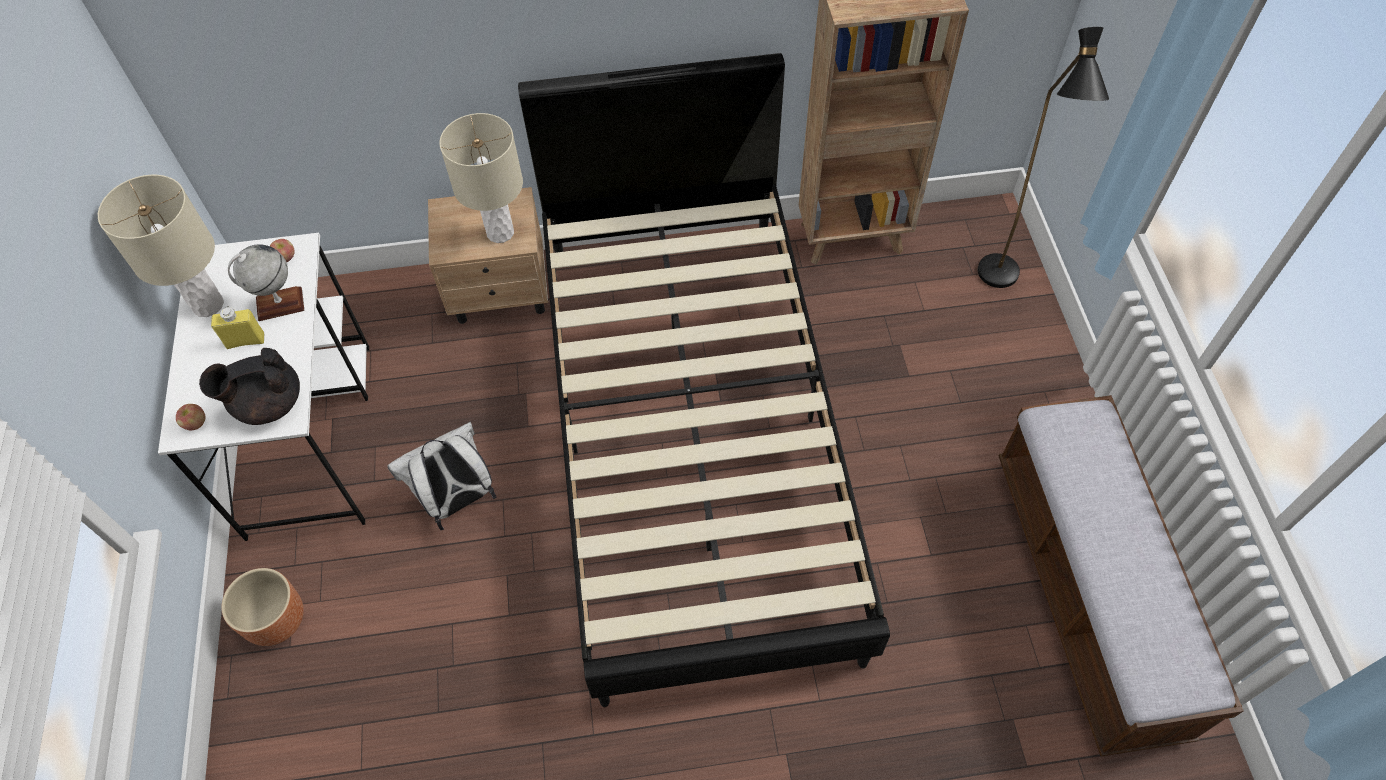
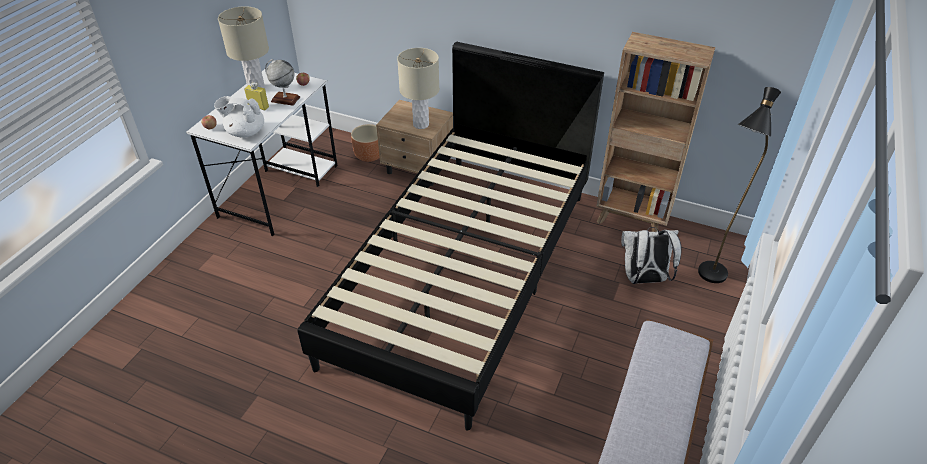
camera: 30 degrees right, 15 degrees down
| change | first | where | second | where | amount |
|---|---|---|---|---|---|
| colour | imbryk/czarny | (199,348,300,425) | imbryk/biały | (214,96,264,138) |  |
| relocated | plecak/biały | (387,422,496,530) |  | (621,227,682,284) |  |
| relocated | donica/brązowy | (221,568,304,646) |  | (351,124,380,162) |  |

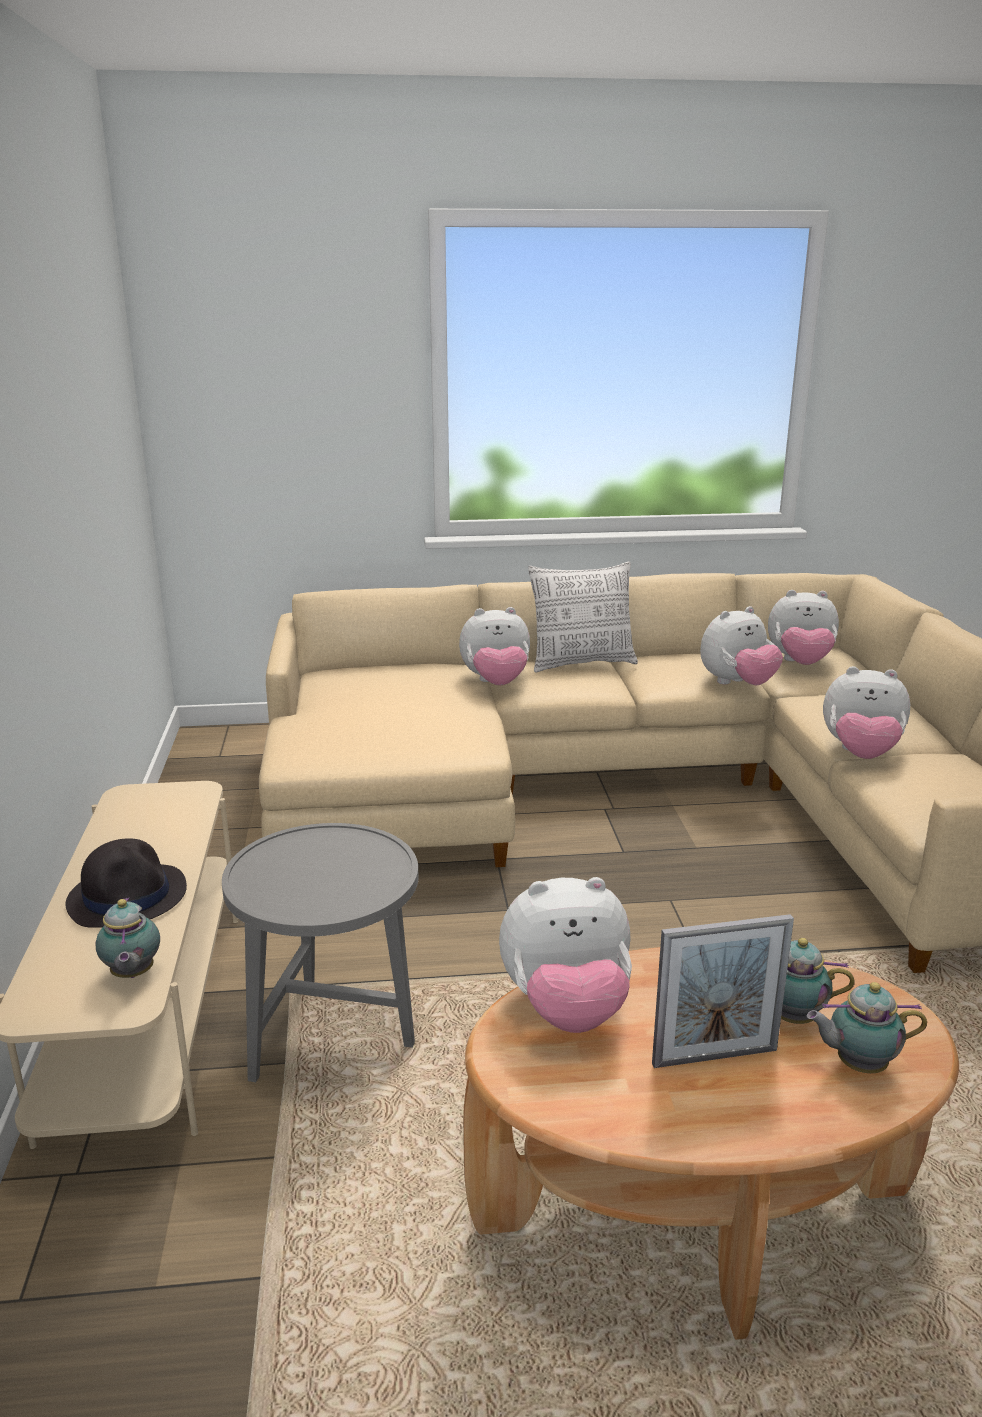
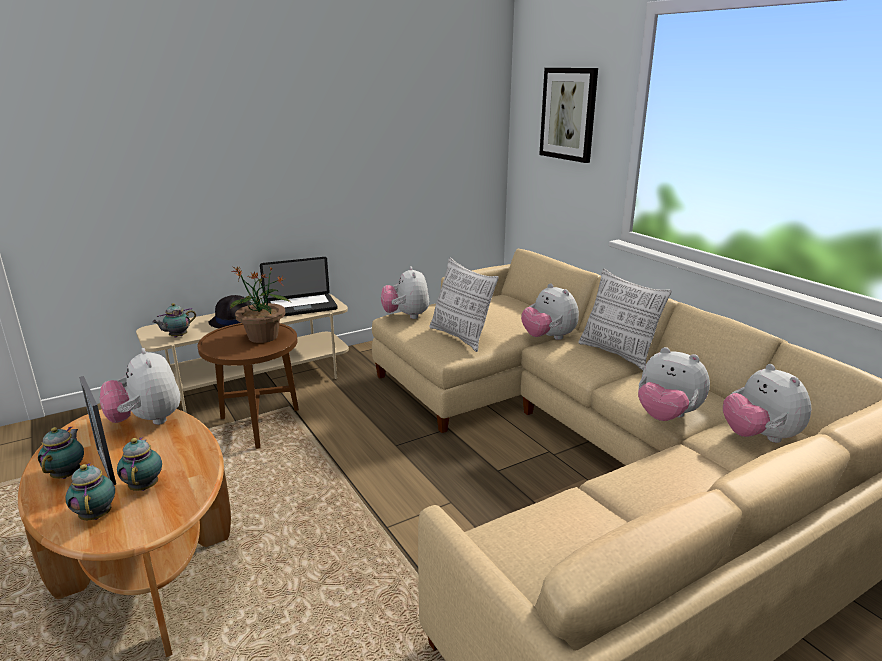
camera: 65 degrees right, 0 degrees up
| change | first | where | second | where | amount |
|---|---|---|---|---|---|
| relocated | pluszak | (823,666,910,759) |  | (381,266,429,319) |  |
| colour | stolik/szary | (222,823,419,1082) | stolik/brązowy | (198,323,299,449) |  |
| appeared |  |  | obraz | (539,68,598,163) |  |
| appeared |  |  | laptop | (260,257,338,316) |  |
| appeared |  |  | poduszka | (429,258,499,352) |  |
| appeared |  |  | roślina doniczkowa | (230,266,291,343) |  |
| appeared |  |  | imbryk | (38,427,84,479) |  |

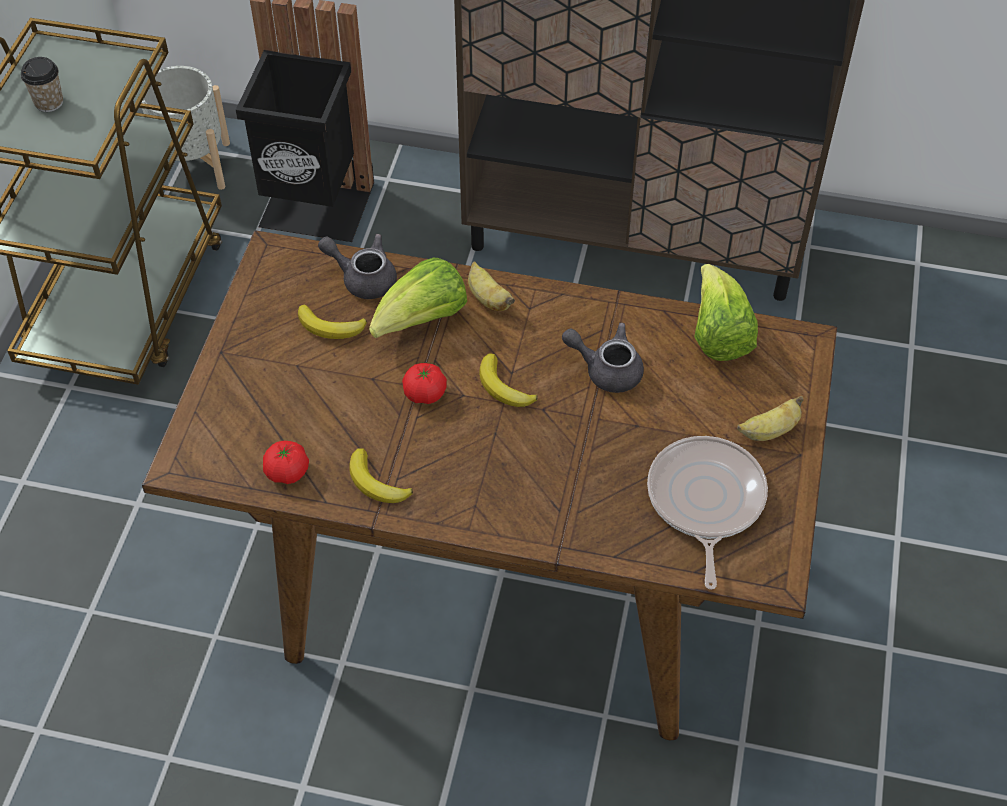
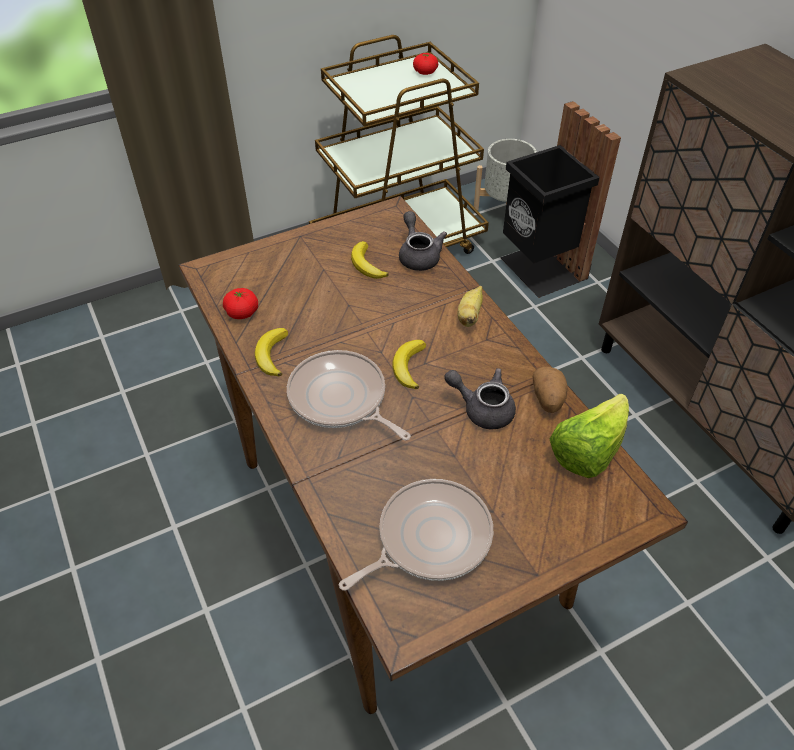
camera: 50 degrees right, 5 degrees down
| change | first | where | second | where | amount |
|---|---|---|---|---|---|
| missing | filiżanka | (21,57,63,112) |  |  |  |
| missing | sałata | (369,258,467,338) |  |  |  |
| spun | imbryk/szary | (562,323,644,393) |  | (445,368,516,429) | 45 degrees counterclockwise |
| relocated | pomidor | (402,363,447,404) |  | (413,53,438,75) |  |
| missing | banan | (737,396,803,441) |  |  |  |
| appeared |  |  | patelnia | (287,350,411,440) |  |
| appeared |  |  | ziemniak | (533,367,568,413) |  |

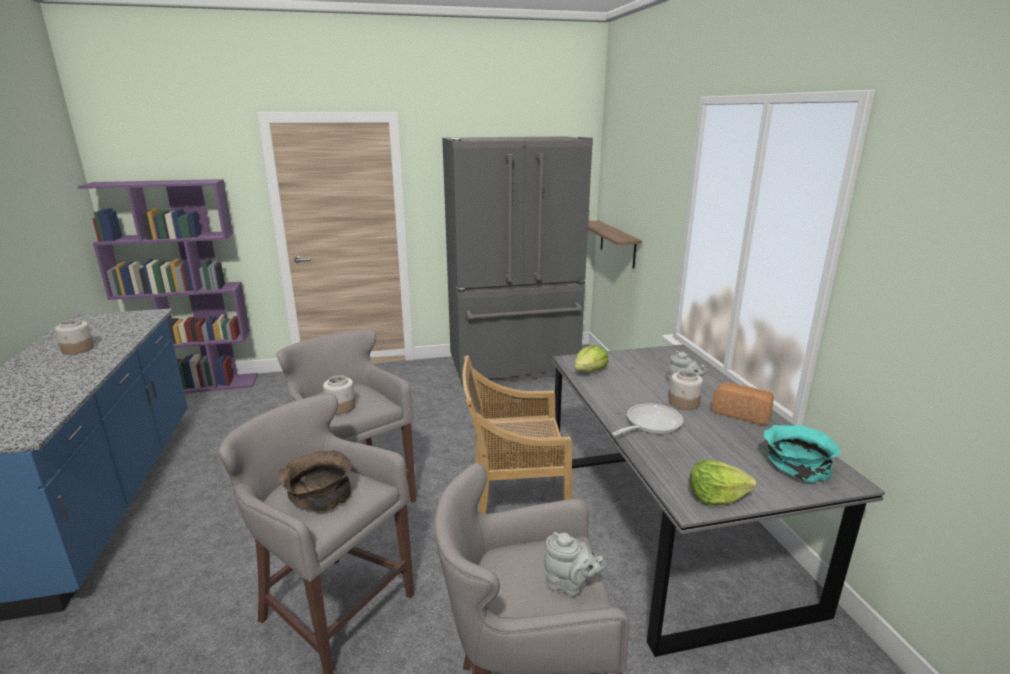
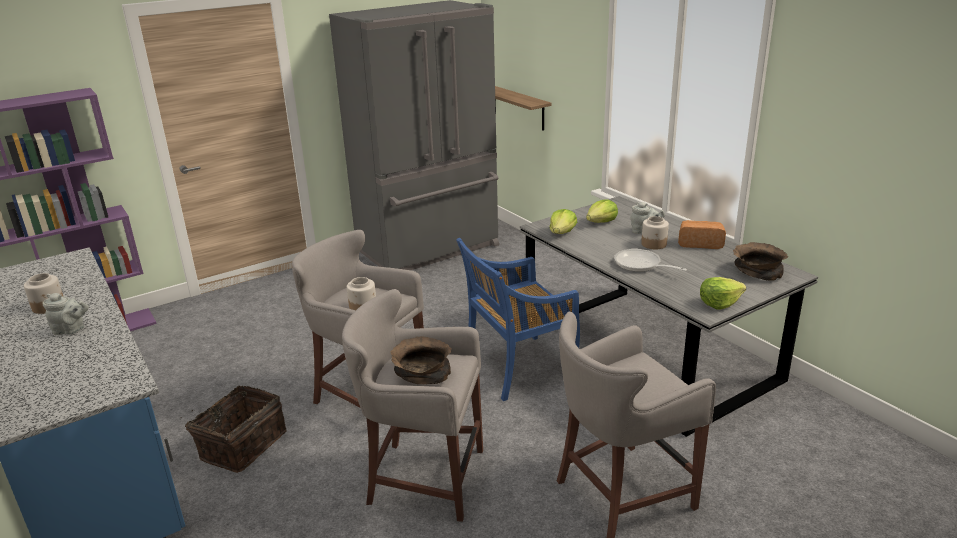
camera: 20 degrees left, 5 degrees up
| change | first | where | second | where | amount |
|---|---|---|---|---|---|
| colour | krzesło/beżowy | (463,355,573,514) | krzesło/niebieski | (456,238,580,401) |  |
| spun | patelnia | (612,403,683,436) |  | (614,249,687,272) | 75 degrees counterclockwise |
| colour | miska/turkusowy | (763,425,841,483) | miska/brązowy | (733,242,788,281) |  |
| relocated | imbryk/szary | (543,532,607,596) |  | (43,293,89,335) |  |
| appeared |  |  | sałata | (586,200,618,223) |  |
| appeared |  |  | koszyk | (180,386,287,473) |  |

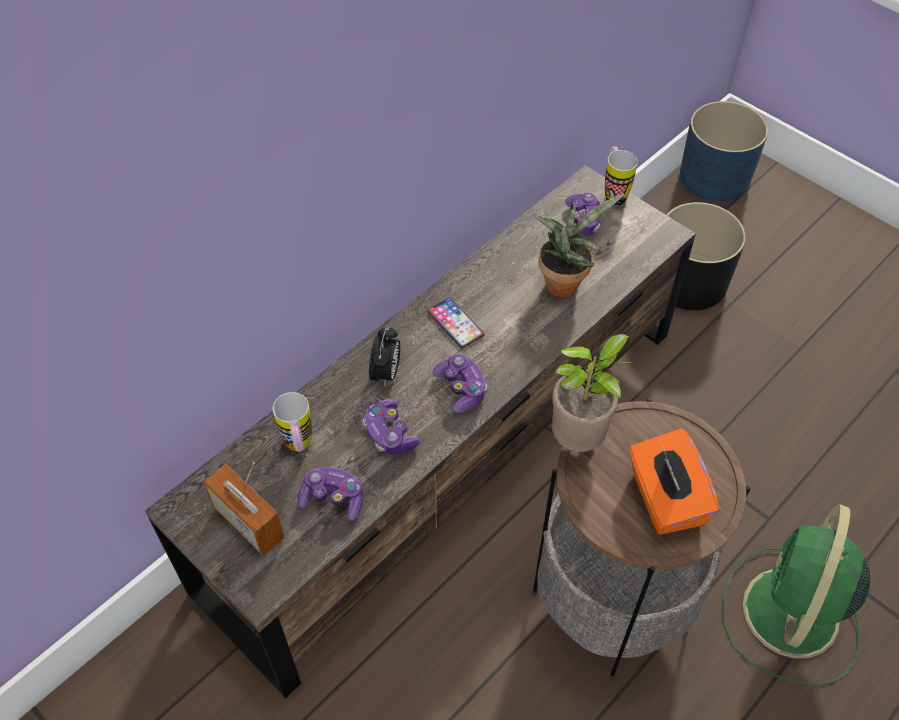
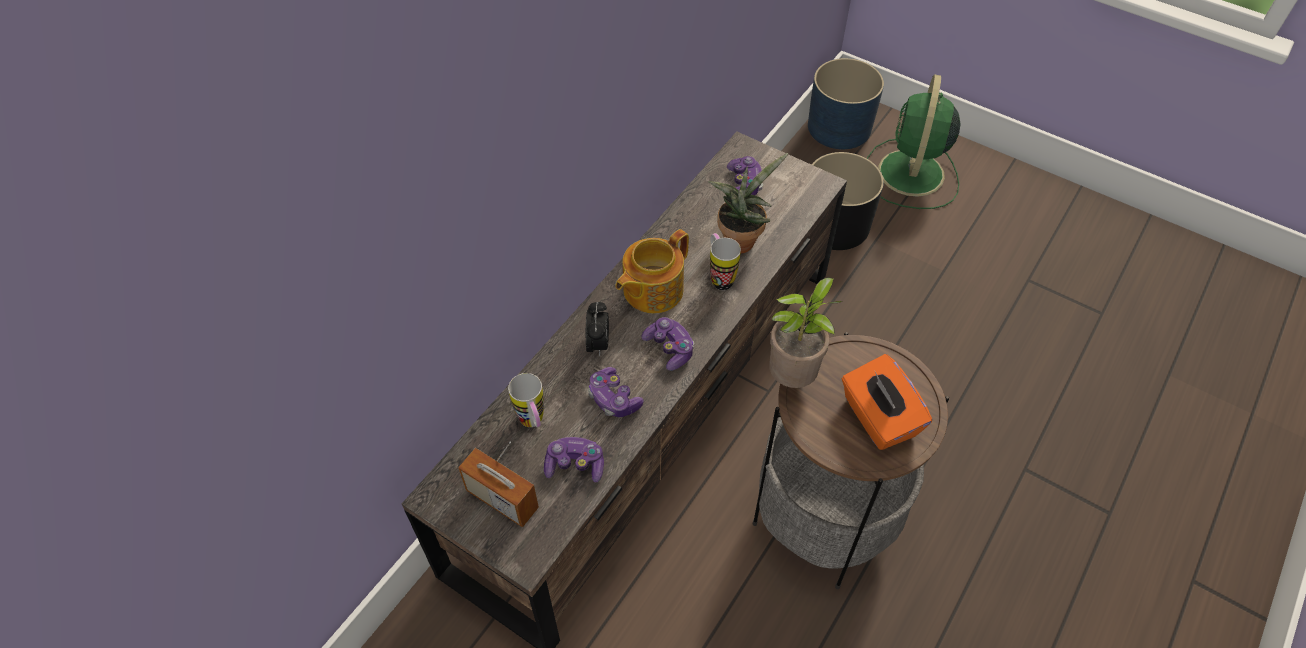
camera: 10 degrees left, 0 degrees up
| change | first | where | second | where | amount |
|---|---|---|---|---|---|
| relocated | kubek | (605,146,638,206) |  | (710,233,741,290) |  |
| exchanged | telefon | (427,297,485,348) | imbryk | (615,229,689,313) |  |
| relocated | wentylator/zielony | (722,503,870,685) |  | (867,74,960,209) |  |

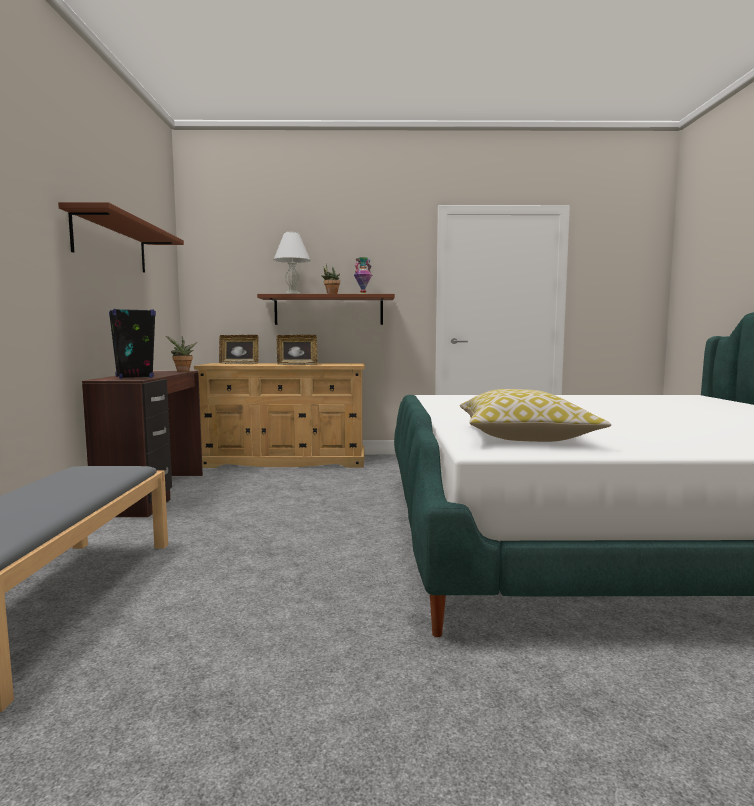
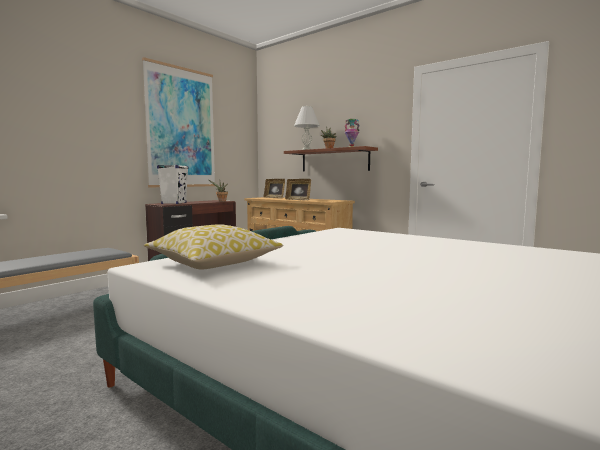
camera: 40 degrees right, 0 degrees up
| change | first | where | second | where | amount |
|---|---|---|---|---|---|
| exchanged | półka/brązowy | (58,202,184,273) | obraz | (142,57,215,187) |  |
| colour | głośnik/czarny | (109,309,156,379) | głośnik/biały | (157,165,188,204) |  |

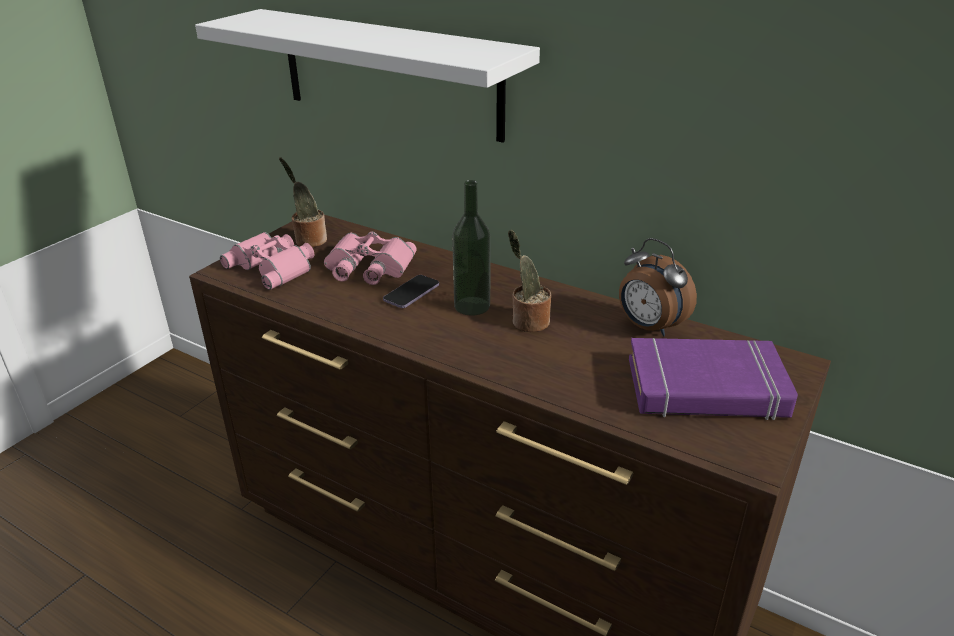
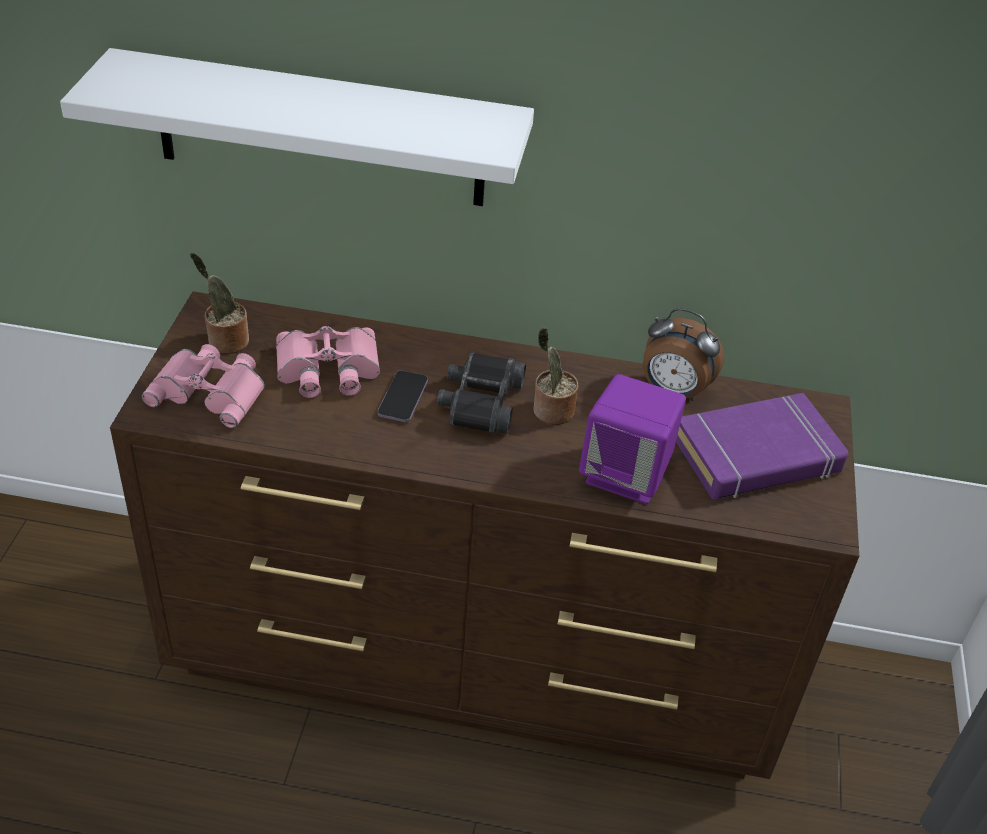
camera: 25 degrees left, 10 degrees up
| change | first | where | second | where | amount |
|---|---|---|---|---|---|
| exchanged | butelka | (452,180,491,316) | lornetka/czarny | (437,352,526,434) |  |
| appeared |  |  | głośnik/fioletowy | (579,374,686,504) |  |

